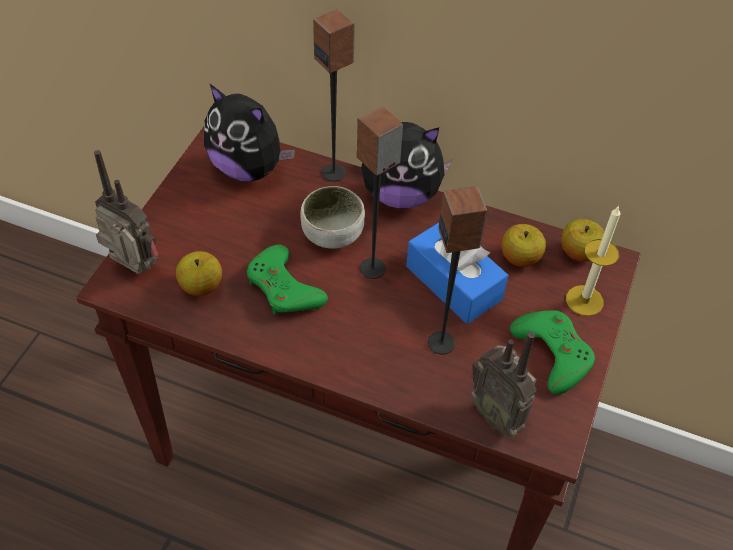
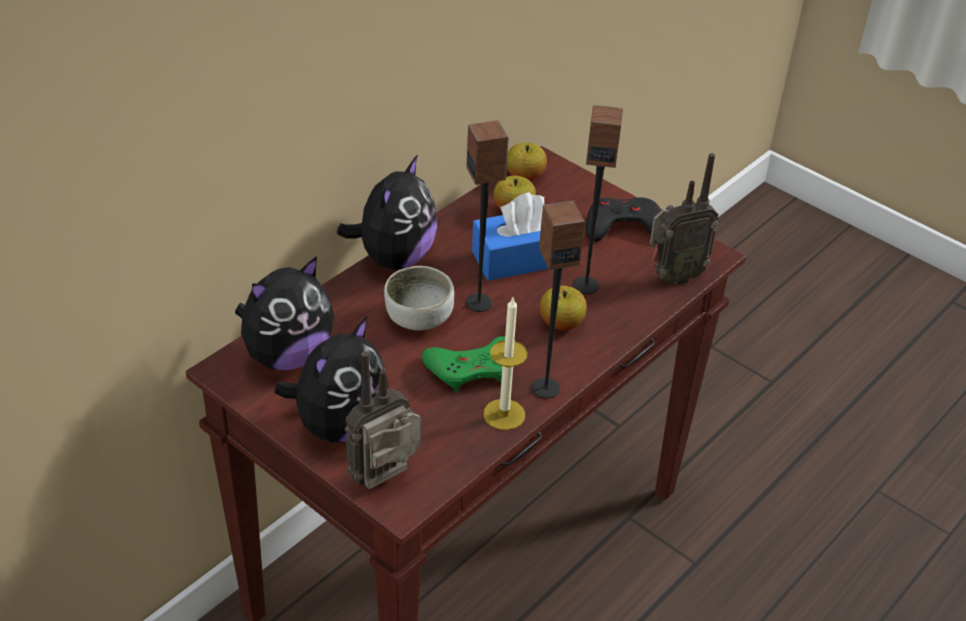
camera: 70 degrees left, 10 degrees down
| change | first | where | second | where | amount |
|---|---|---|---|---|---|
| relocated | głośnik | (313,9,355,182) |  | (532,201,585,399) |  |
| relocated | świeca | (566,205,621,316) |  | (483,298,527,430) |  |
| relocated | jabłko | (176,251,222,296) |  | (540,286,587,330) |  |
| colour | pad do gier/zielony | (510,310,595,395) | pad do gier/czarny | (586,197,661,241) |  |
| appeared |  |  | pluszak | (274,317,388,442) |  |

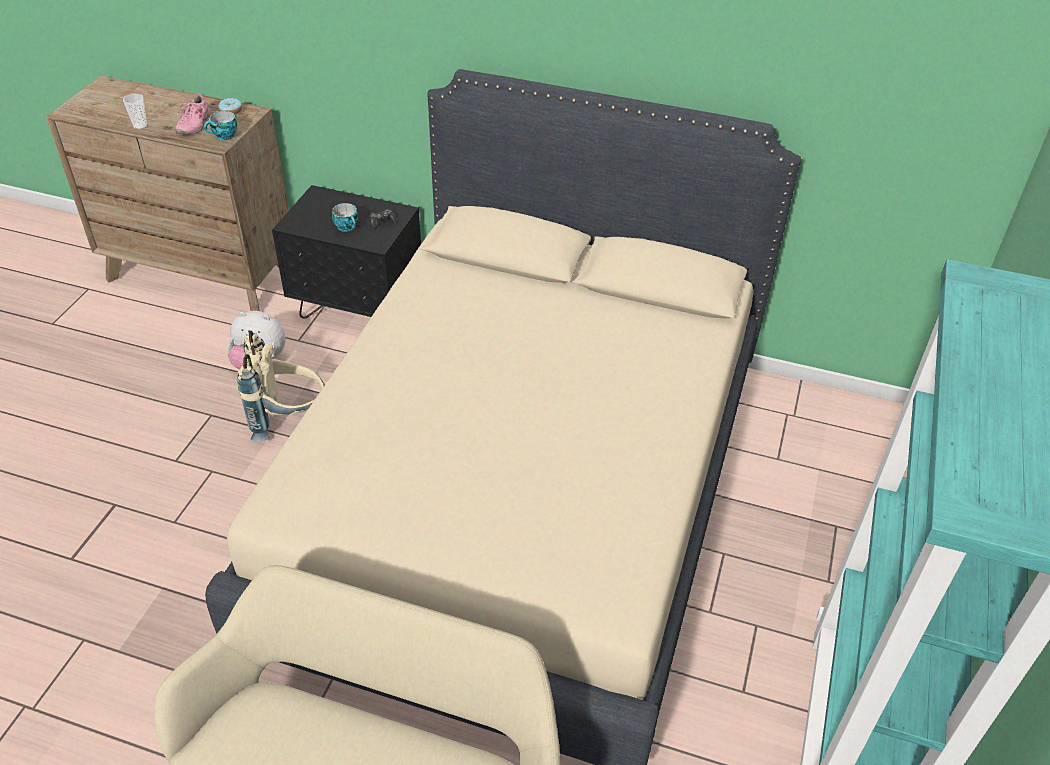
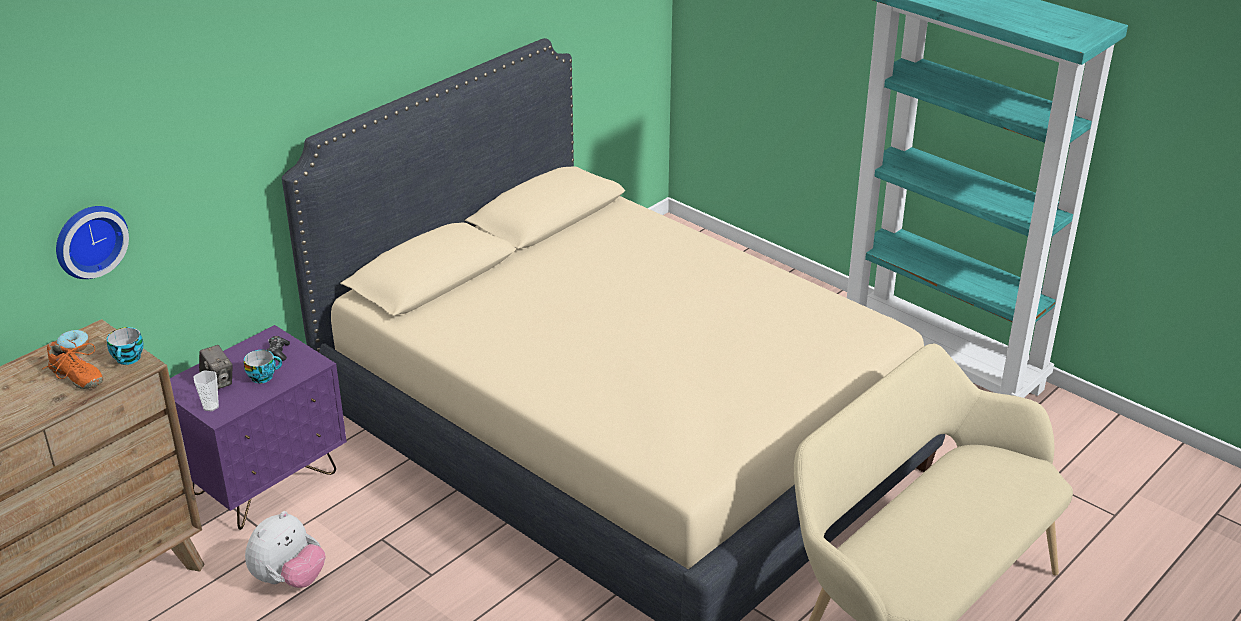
camera: 65 degrees left, 10 degrees down
| change | first | where | second | where | amount |
|---|---|---|---|---|---|
| relocated | filiżanka | (123,93,147,130) |  | (193,370,219,411) |  |
| colour | but/różowy | (174,93,211,135) | but/pomarańczowy | (42,339,103,389) |  |
| colour | szafka nocna/czarny | (272,185,421,318) | szafka nocna/fioletowy | (170,325,347,530) |  |
| missing | plecak/beżowy | (237,331,325,441) |  |  |  |
| appeared |  |  | zegar ścienny | (56,206,129,279) |  |
| appeared |  |  | aparat fotograficzny | (199,345,233,389) |  |

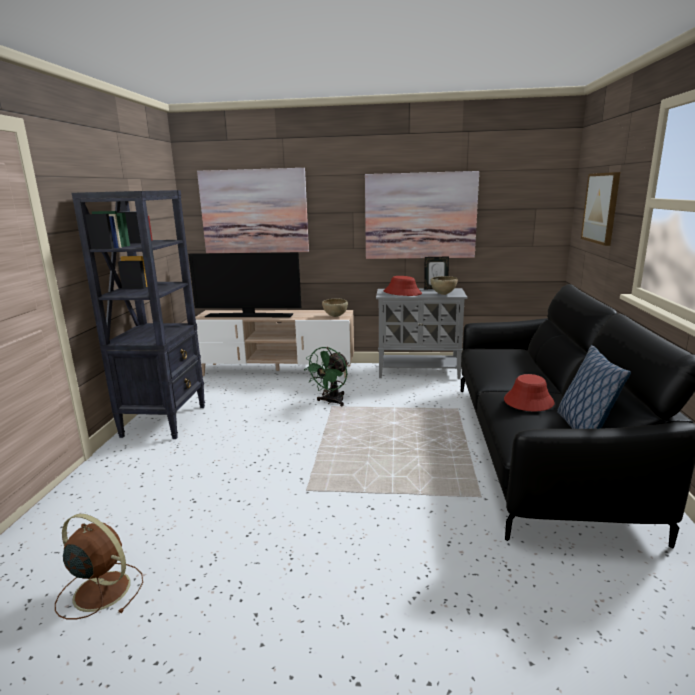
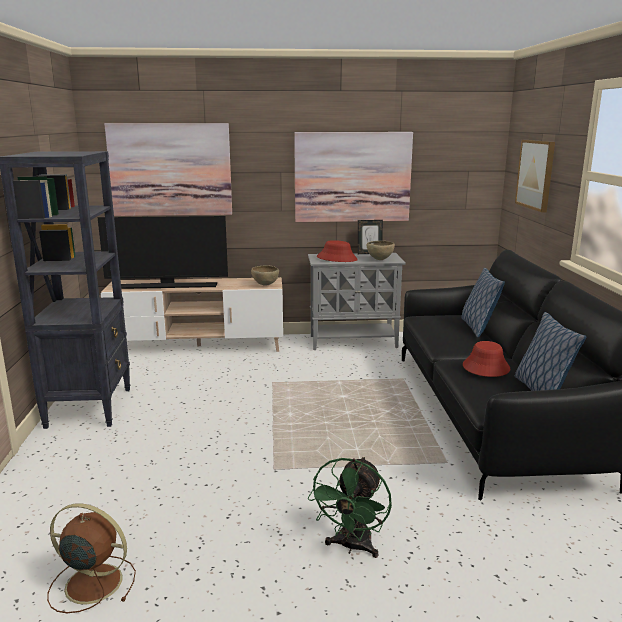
camera: 10 degrees left, 0 degrees up
| change | first | where | second | where | amount |
|---|---|---|---|---|---|
| relocated | wentylator/zielony | (304,347,349,406) |  | (308,457,392,558) |  |
| appeared |  |  | poduszka | (461,268,505,337) |  |

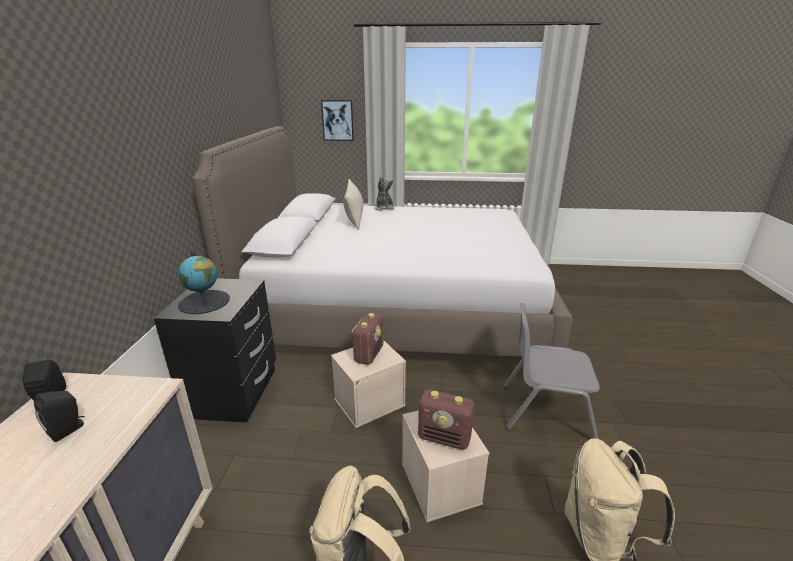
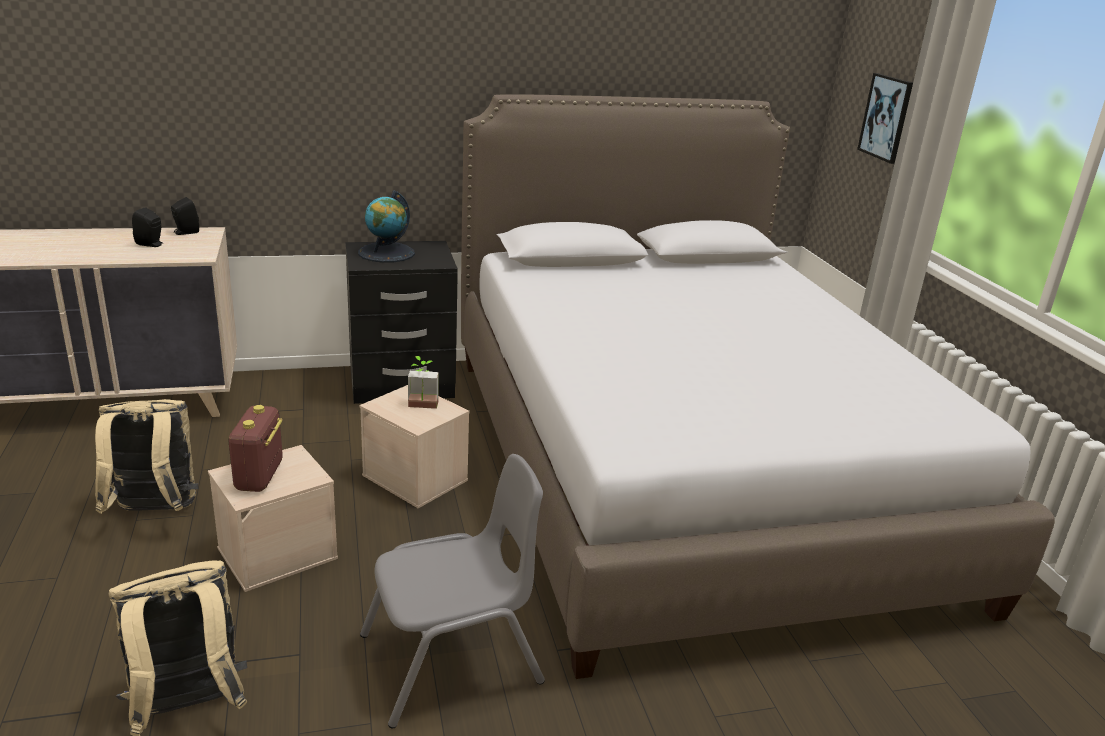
camera: 70 degrees right, 0 degrees up
| change | first | where | second | where | amount |
|---|---|---|---|---|---|
| missing | pluszak | (374,176,394,211) |  |  |  |
| missing | poduszka/beżowy | (343,179,363,230) |  |  |  |
| spun | krzesło/szary | (504,303,600,439) |  | (360,454,545,728) | 75 degrees clockwise |
| exchanged | radio | (351,313,384,365) | roślina doniczkowa | (408,356,439,409) |  |

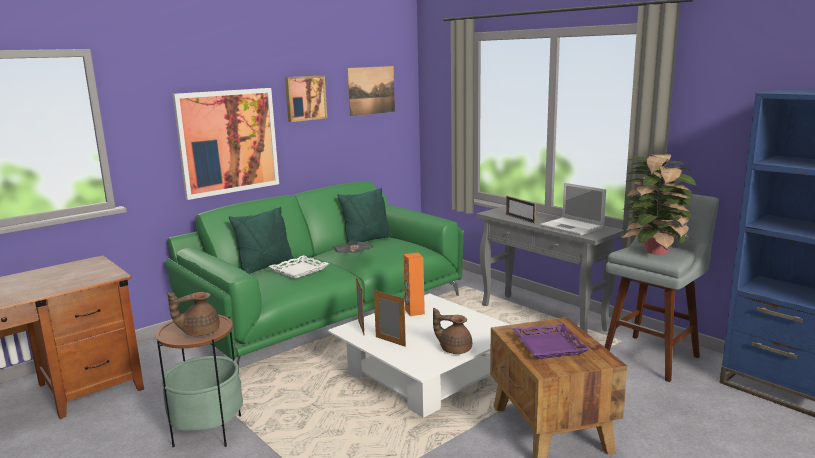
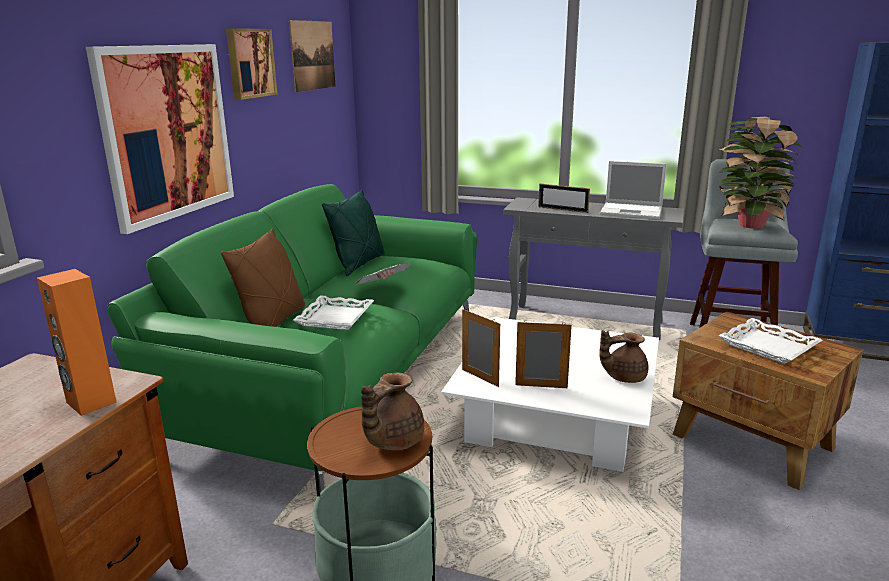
camera: 30 degrees left, 5 degrees up
| change | first | where | second | where | amount |
|---|---|---|---|---|---|
| colour | poduszka/zielony | (229,207,295,274) | poduszka/brązowy | (221,228,305,327) |  |
| relocated | głośnik/pomarańczowy | (404,252,425,316) |  | (37,269,116,416) |  |
| colour | taca/fioletowy | (513,323,590,359) | taca/biały | (718,318,822,364) |  |

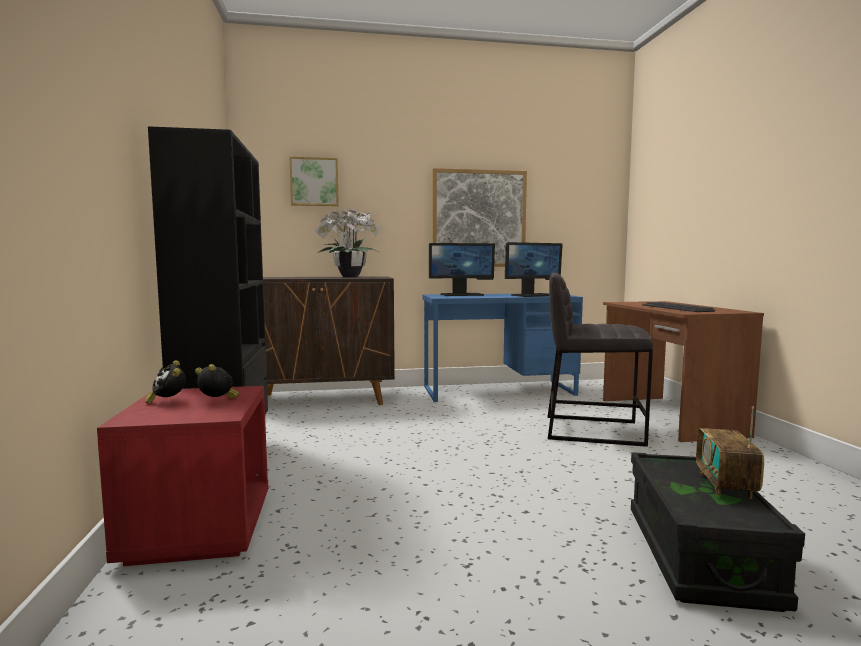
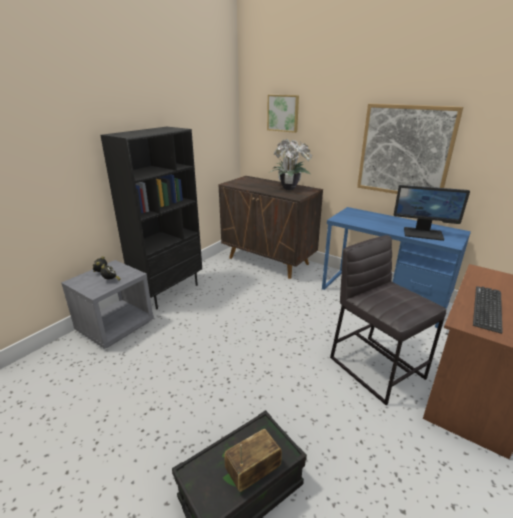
camera: 45 degrees right, 20 degrees up
| change | first | where | second | where | amount |
|---|---|---|---|---|---|
| missing | monitor | (429,243,495,296) |  |  |  |
| colour | szafka nocna/czerwony | (97,386,268,566) | szafka nocna/szary | (61,260,154,349) |  |

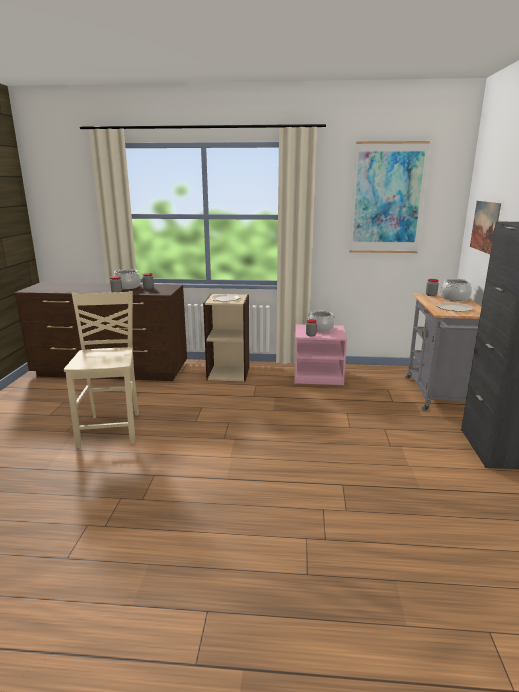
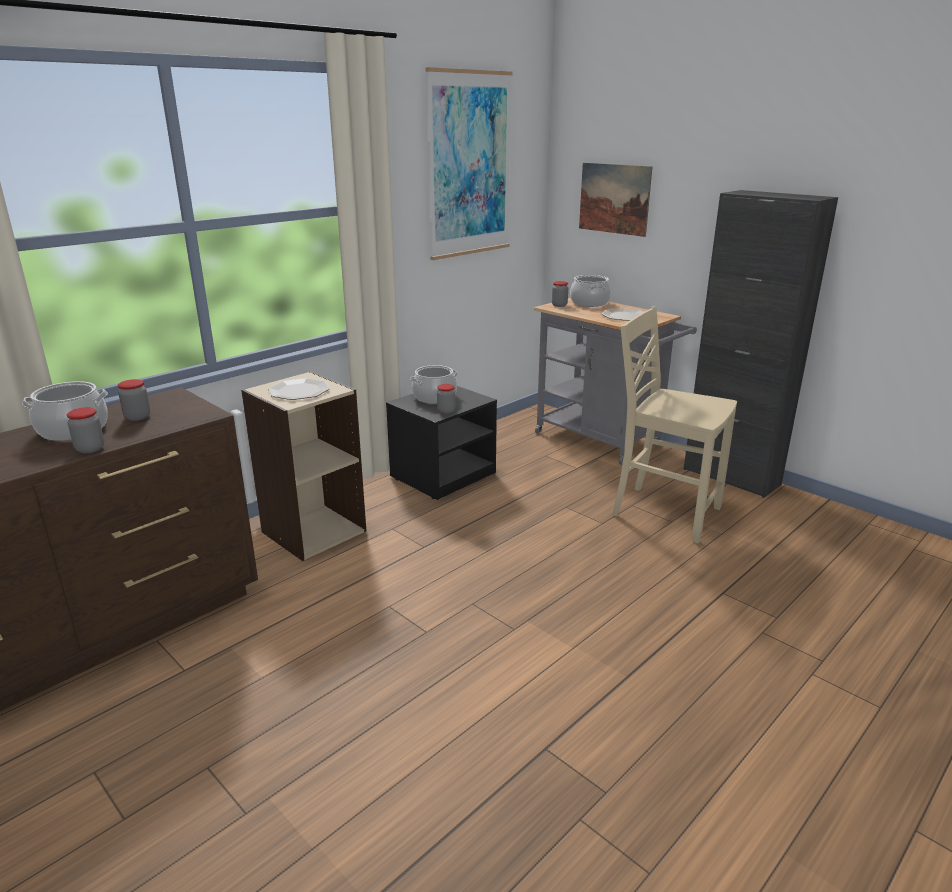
camera: 50 degrees left, 5 degrees up
| change | first | where | second | where | amount |
|---|---|---|---|---|---|
| relocated | krzesło/beżowy | (64,291,139,448) |  | (612,307,737,543) |  |
| colour | szafka nocna/różowy | (294,324,347,385) | szafka nocna/czarny | (386,386,497,500) |  |

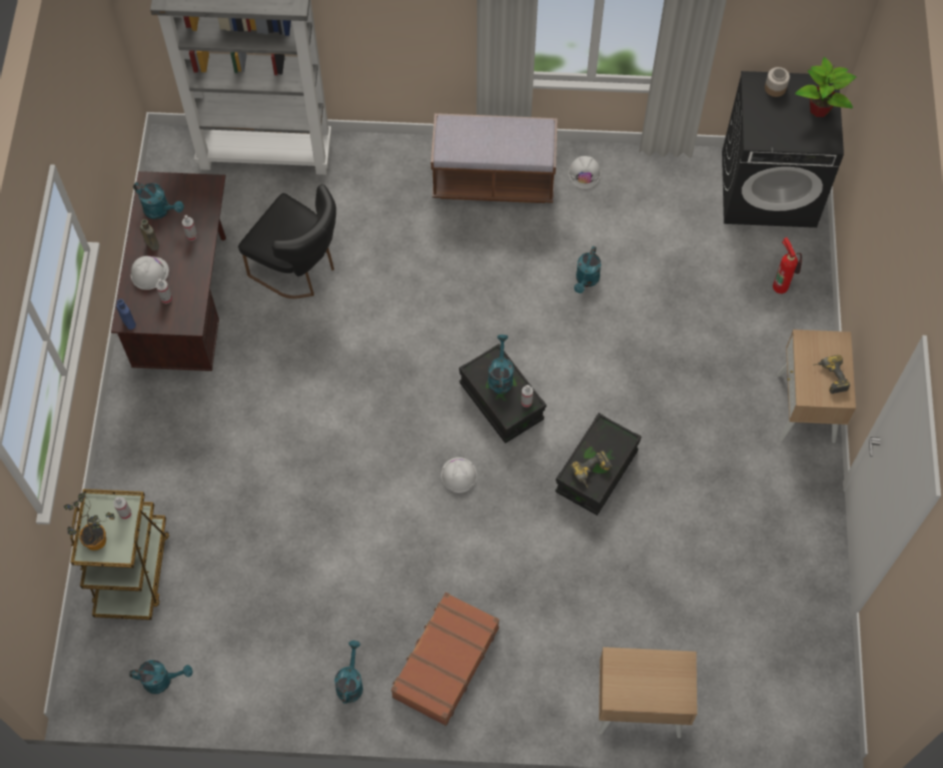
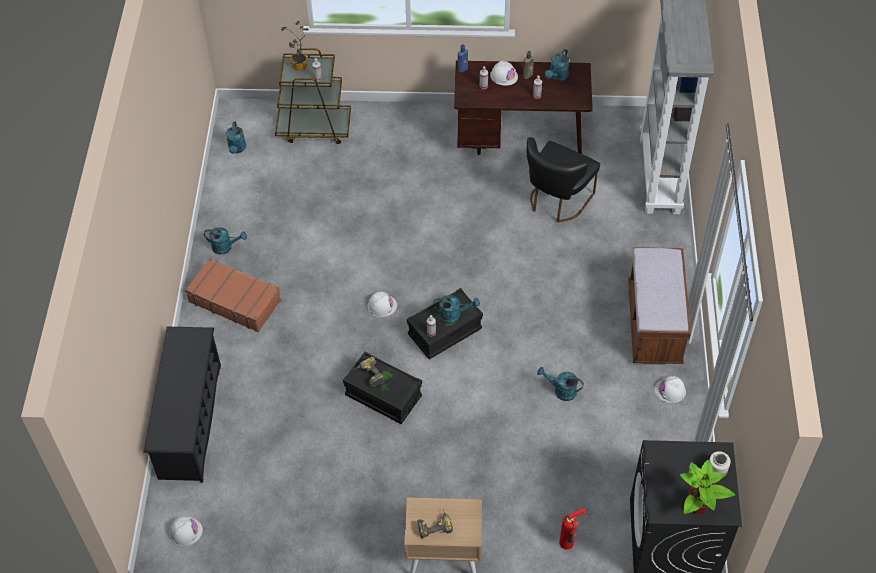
camera: 90 degrees right, 10 degrees down
| change | first | where | second | where | amount |
|---|---|---|---|---|---|
| exchanged | szafka nocna/beżowy | (598,647,697,738) | regał na buty/czarny | (143,327,221,483) |  |
| appeared |  |  | kask/biały | (169,516,203,546) |  |

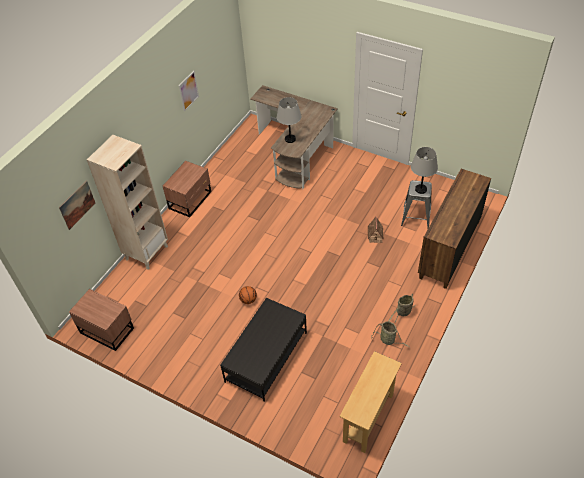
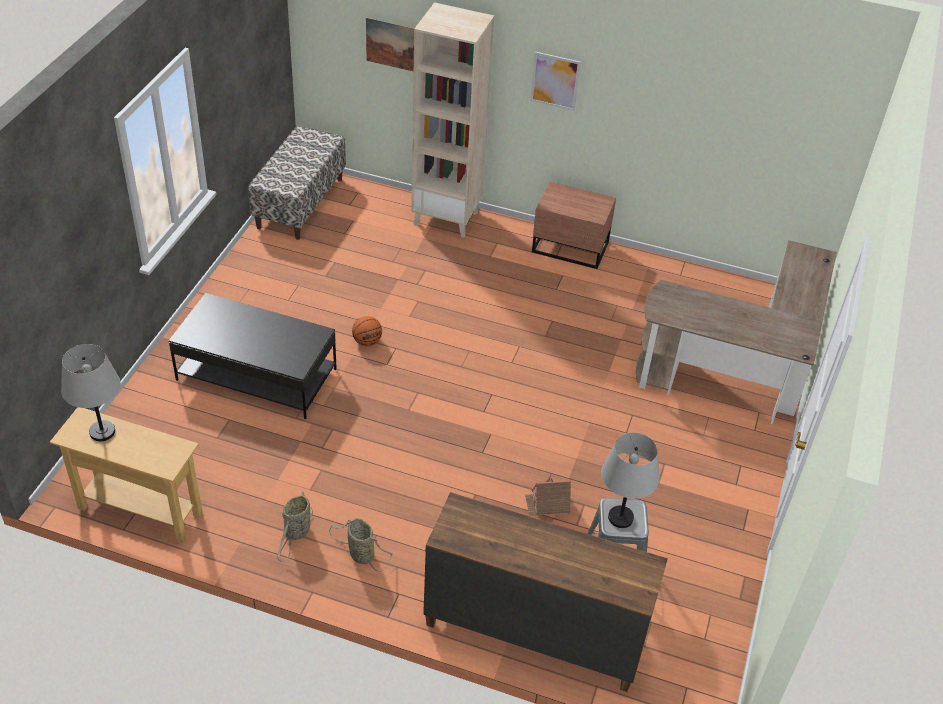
camera: 75 degrees right, 5 degrees down
| change | first | where | second | where | amount |
|---|---|---|---|---|---|
| relocated | obraz | (179,71,199,112) |  | (530,52,581,111) |  |
| relocated | lampa stołowa/szary | (277,97,302,143) |  | (61,344,121,441) |  |
| exchanged | szafka nocna/brązowy | (69,289,134,351) | ławka | (248,126,346,240) |  |

